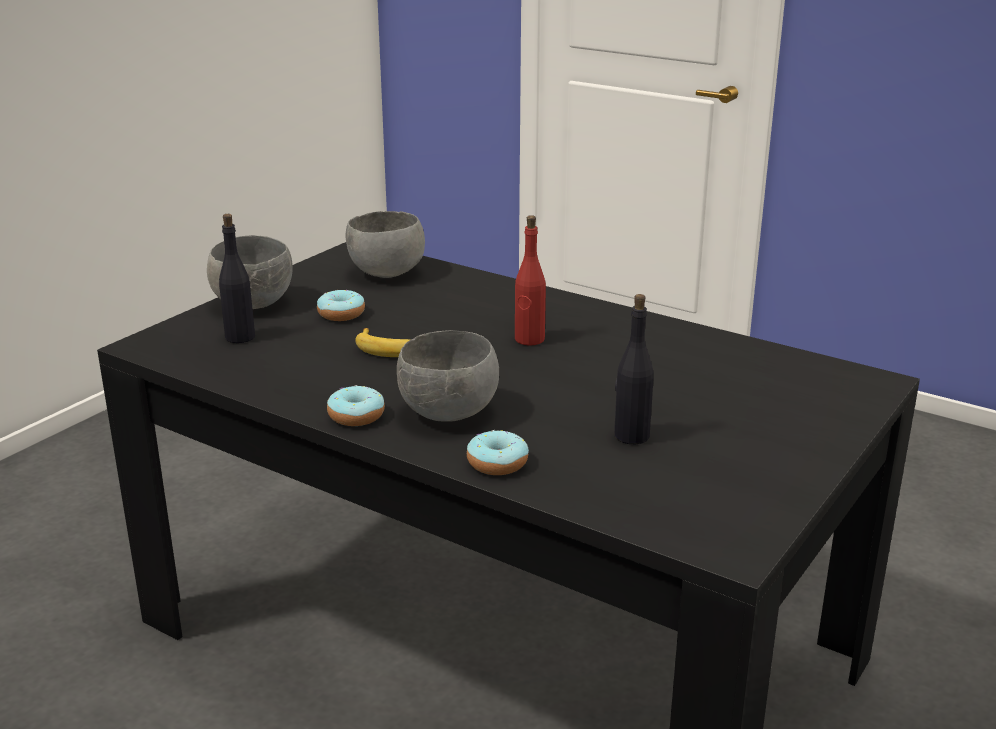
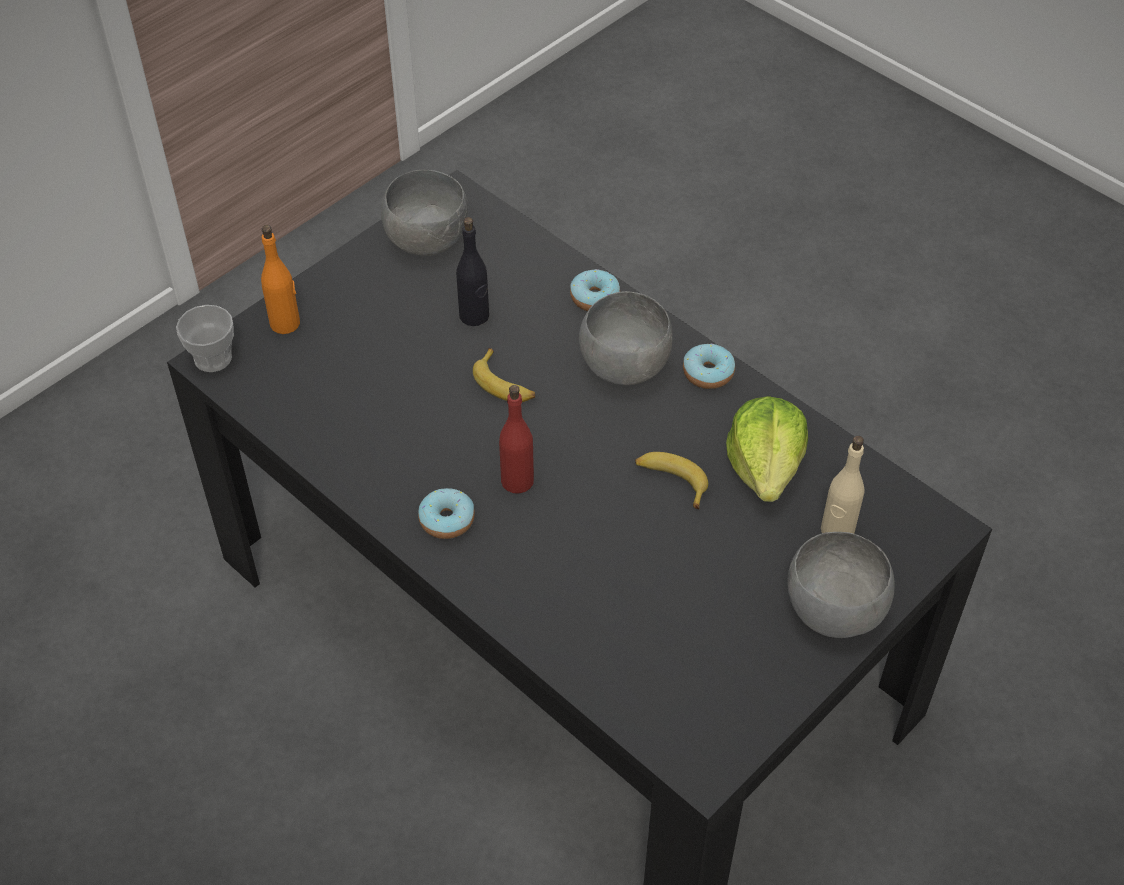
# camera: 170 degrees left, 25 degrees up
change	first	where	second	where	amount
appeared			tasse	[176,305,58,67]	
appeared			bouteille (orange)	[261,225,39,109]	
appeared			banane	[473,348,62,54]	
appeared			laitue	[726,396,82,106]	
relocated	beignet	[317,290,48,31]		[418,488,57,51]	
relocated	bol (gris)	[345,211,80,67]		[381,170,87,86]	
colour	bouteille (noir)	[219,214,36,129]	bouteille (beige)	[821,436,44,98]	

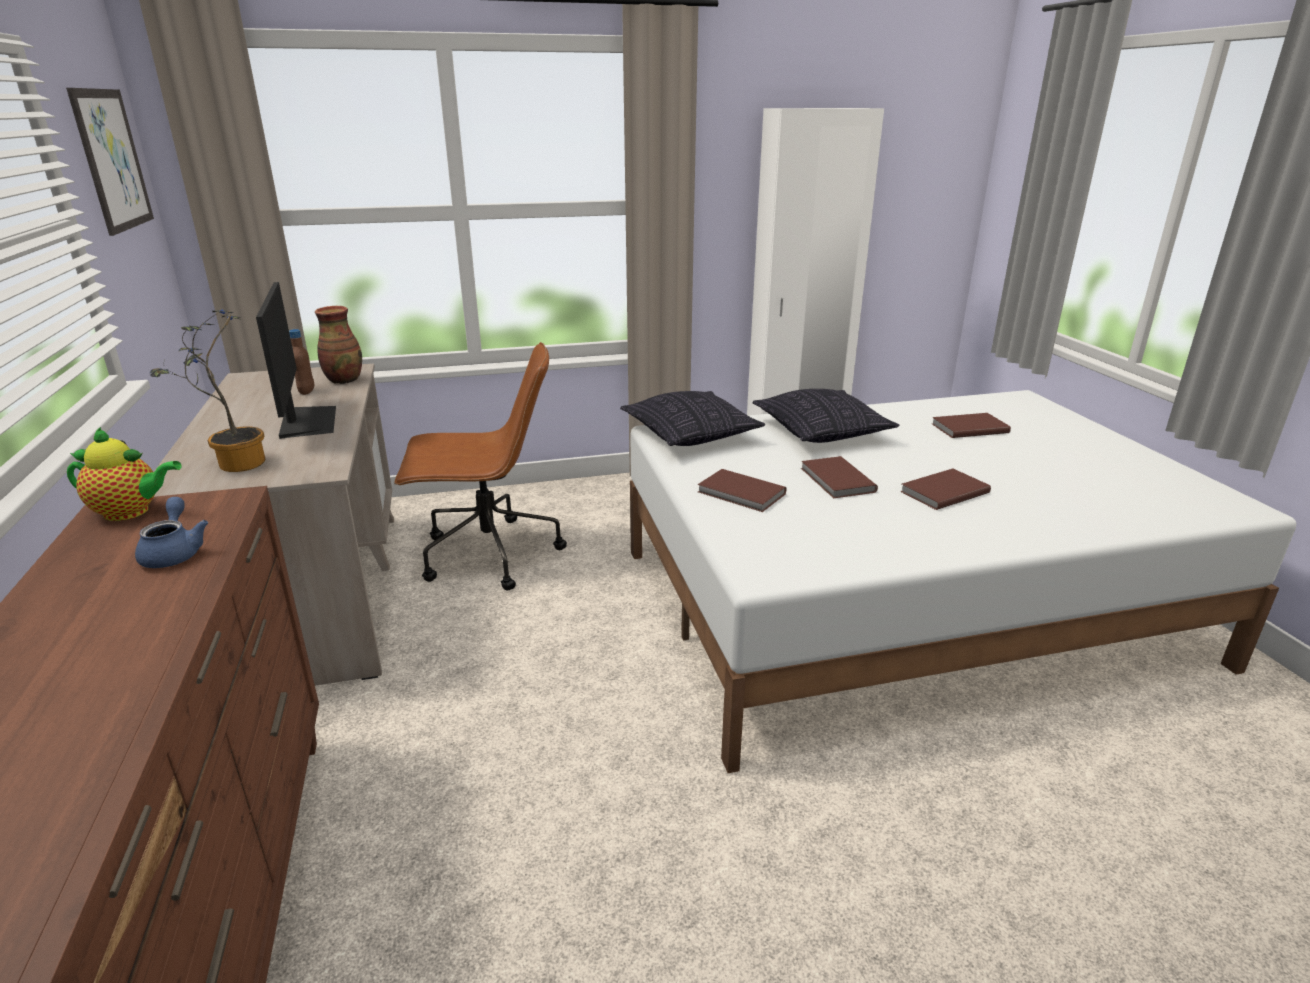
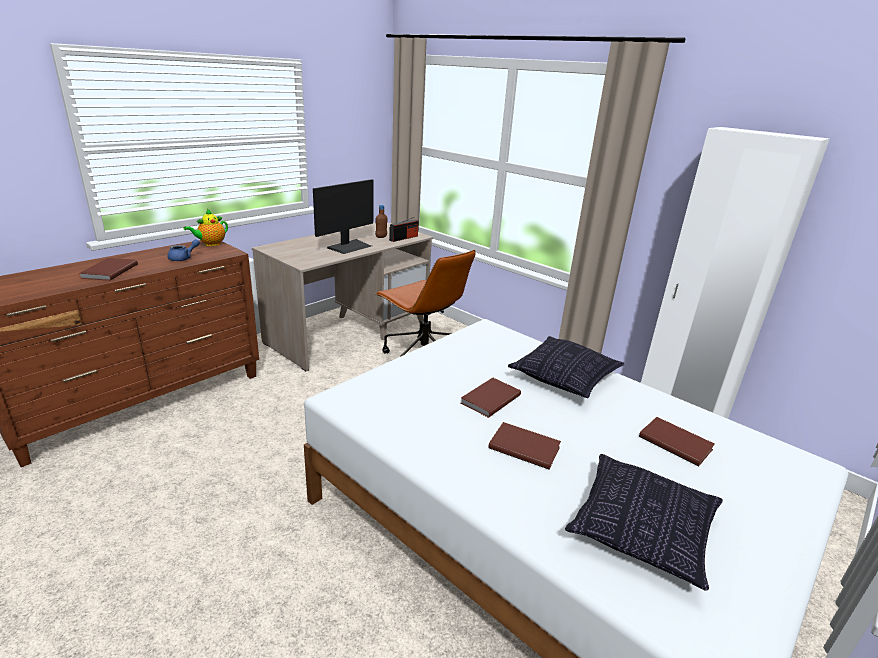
# camera: 55 degrees right, 0 degrees up
change	first	where	second	where	amount
missing	tableau	[66,88,88,148]			
missing	plante en pot	[150,310,115,162]			
relocated	coussin	[620,391,145,55]		[565,454,158,137]	
relocated	livre (marron)	[698,469,88,43]		[79,258,59,23]	
exchanged	vase	[315,306,47,78]	radio	[389,217,30,25]	
spun	théière	[67,427,115,94]		[183,209,45,37]	75 degrees clockwise

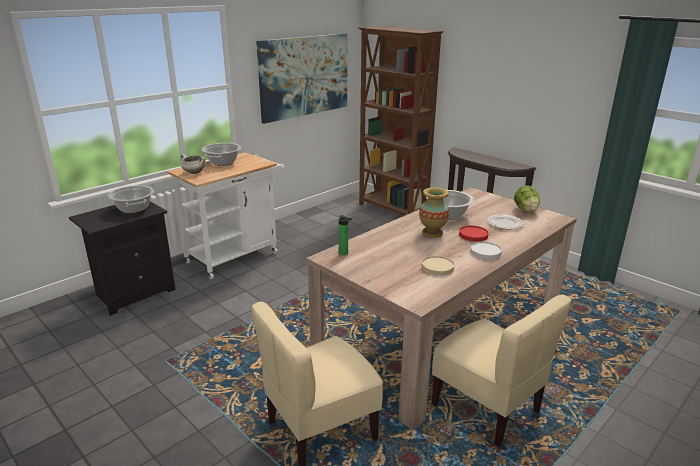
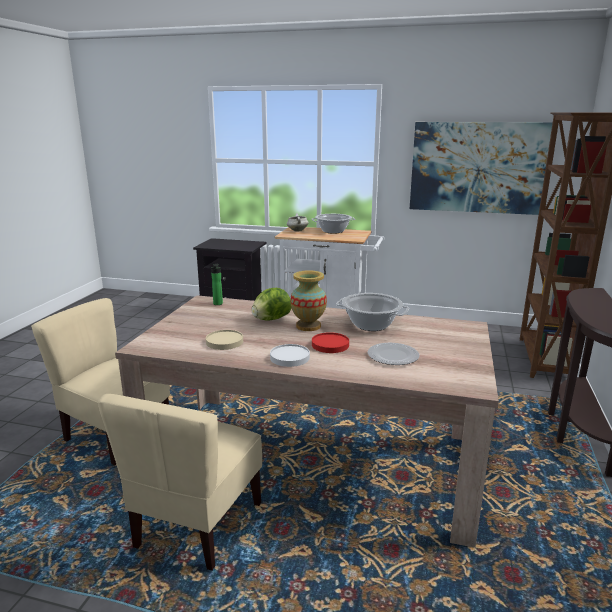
# camera: 60 degrees right, 5 degrees down
change	first	where	second	where	amount
missing	marmite	[108,185,46,28]			
relocated	laitue	[514,185,26,27]		[252,288,39,33]	

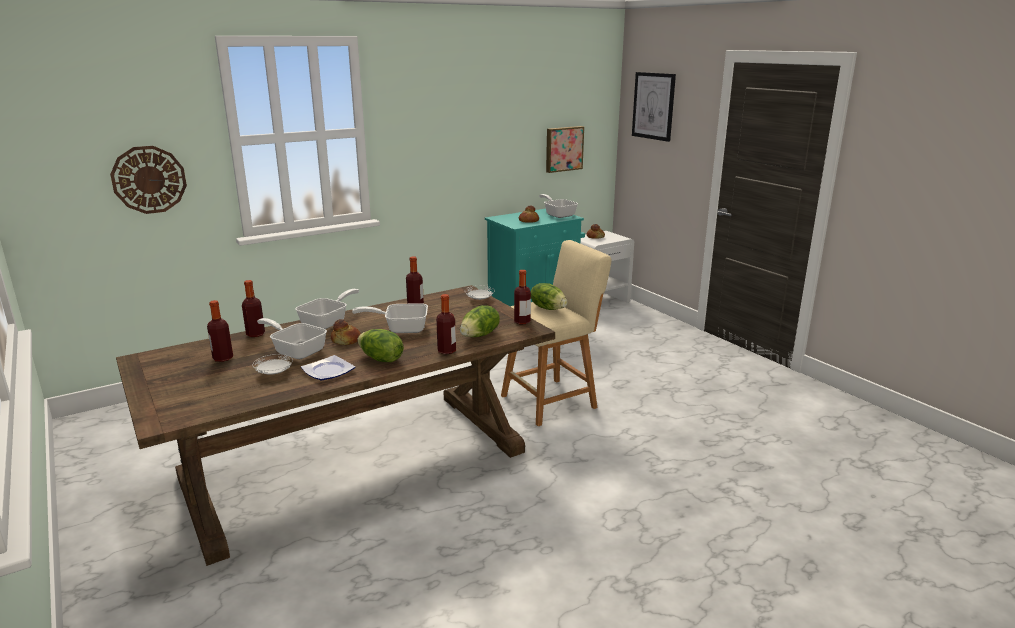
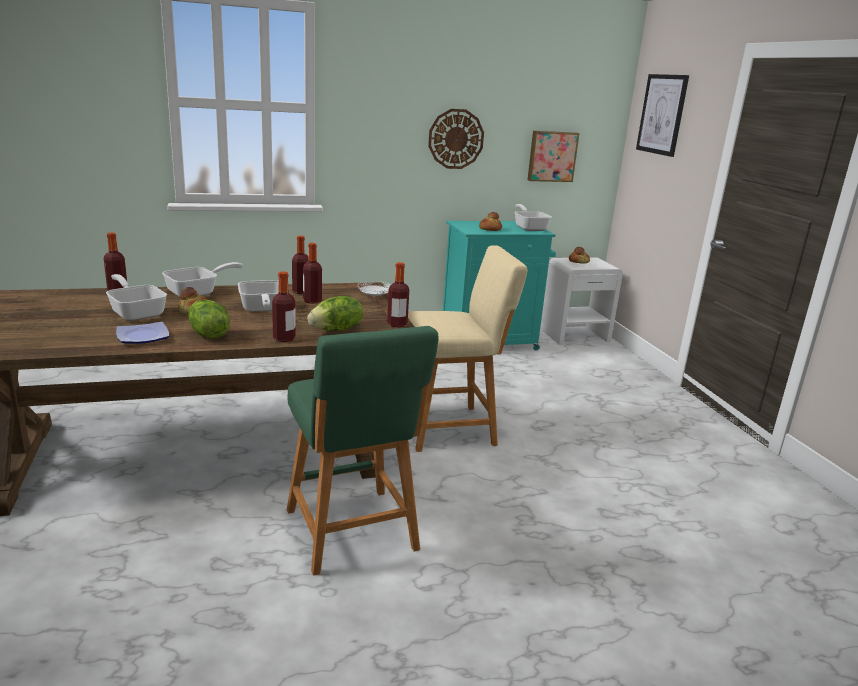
# camera: 15 degrees right, 0 degrees up
change	first	where	second	where	amount
missing	assiette (blanc)	[253,354,40,21]			
missing	laitue	[531,283,36,27]			
appeared			tabouret (vert)	[287,326,152,250]	
relocated	horloge murale	[110,146,77,68]		[428,109,56,60]	
relocated	bouteille	[207,300,26,62]		[303,243,19,61]	
spun	poêle	[352,303,76,30]		[238,280,41,32]	120 degrees counterclockwise

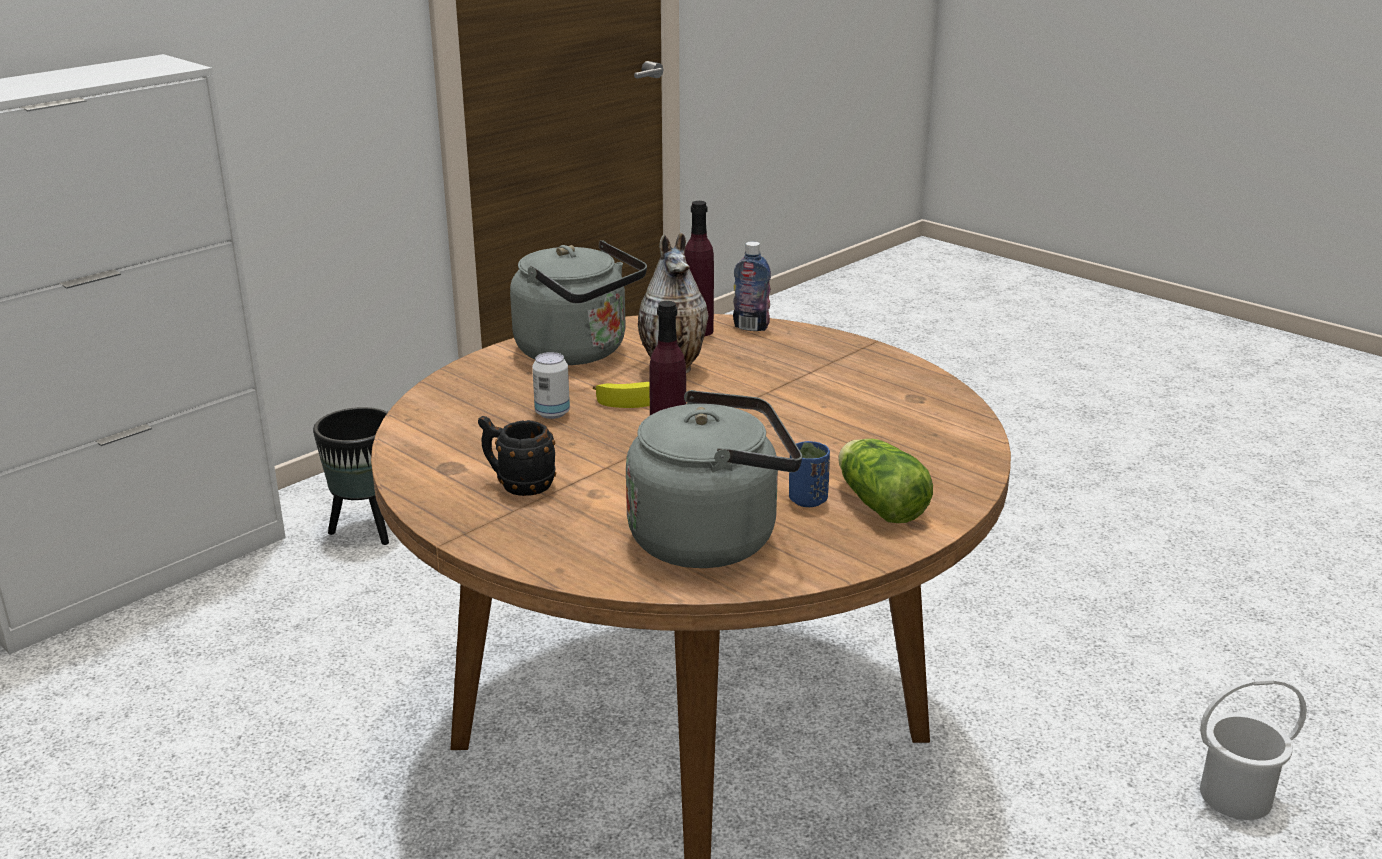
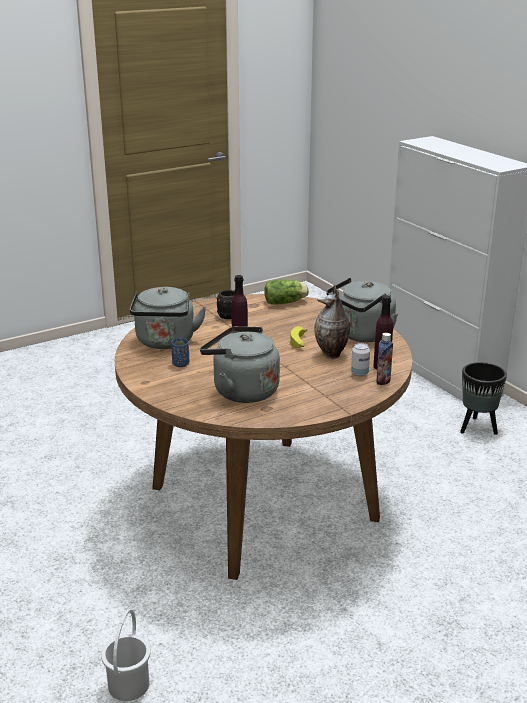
# camera: 105 degrees right, 0 degrees up
change	first	where	second	where	amount
appeared			bouilloire (gris)	[200,326,80,77]	
relocated	boîte métallique	[532,352,38,67]		[351,343,19,33]	
relocated	laitue	[838,439,95,84]		[264,279,45,26]	

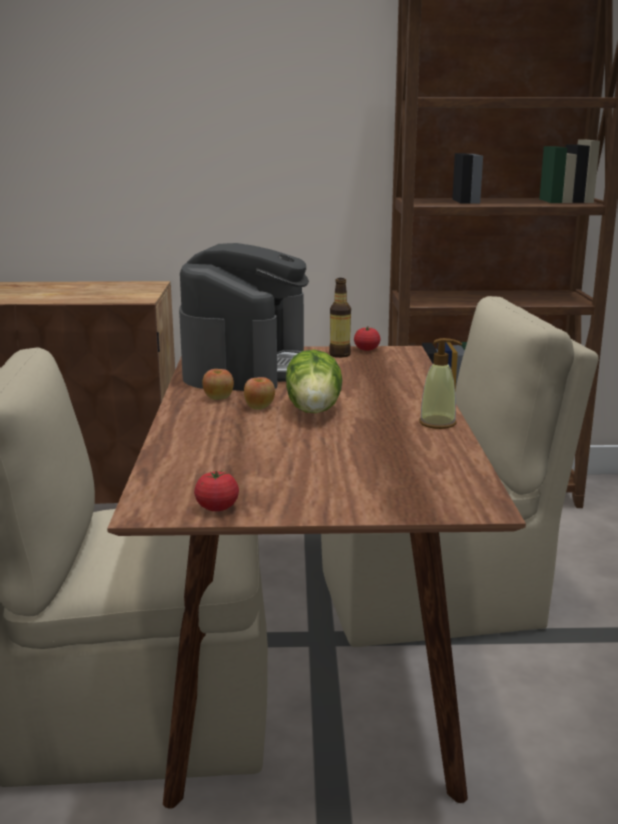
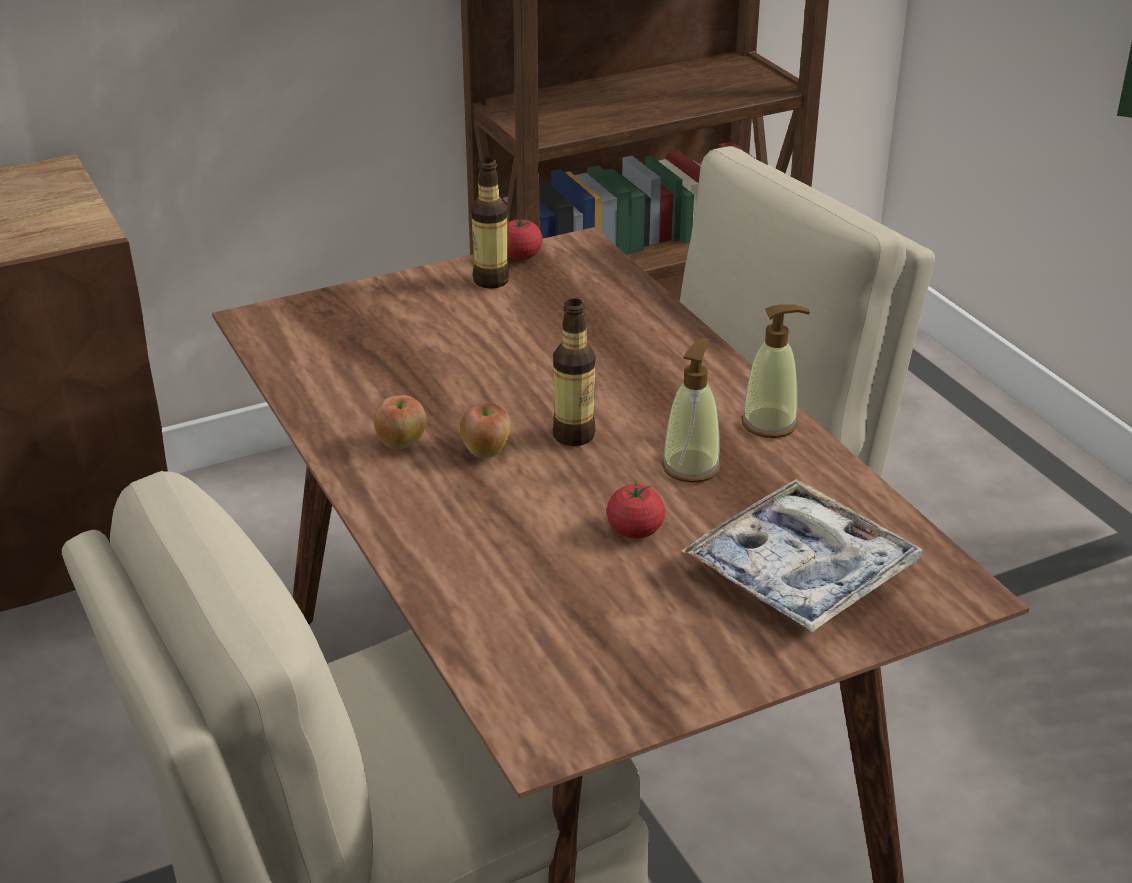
# camera: 25 degrees left, 15 degrees up
change	first	where	second	where	amount
missing	machine à café	[179,243,130,148]			
appeared			distributeur de savon	[662,338,59,145]	
appeared			plateau	[681,479,242,154]	
relocated	tomate	[194,470,45,41]		[607,482,58,57]	
exchanged	laitue	[286,350,56,63]	bouteille	[553,299,43,147]	

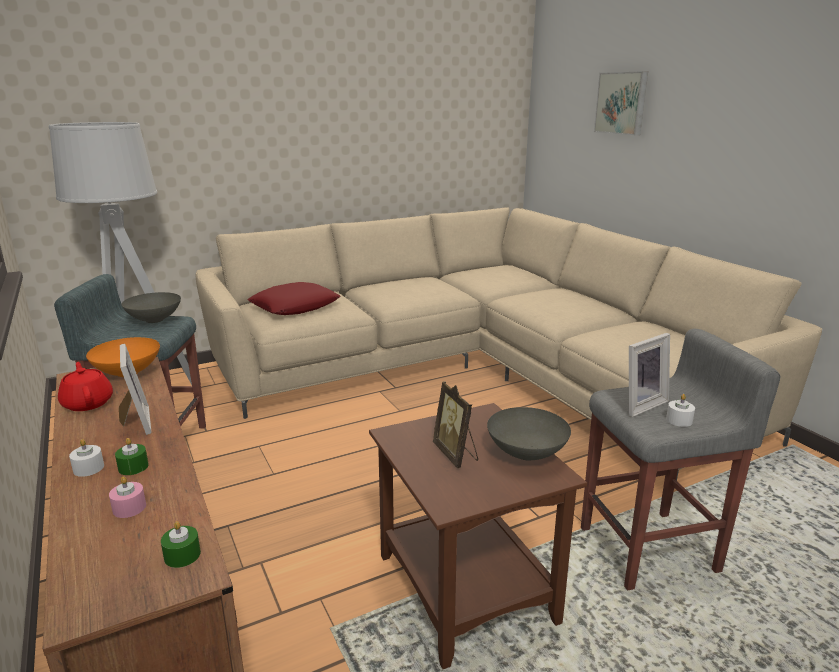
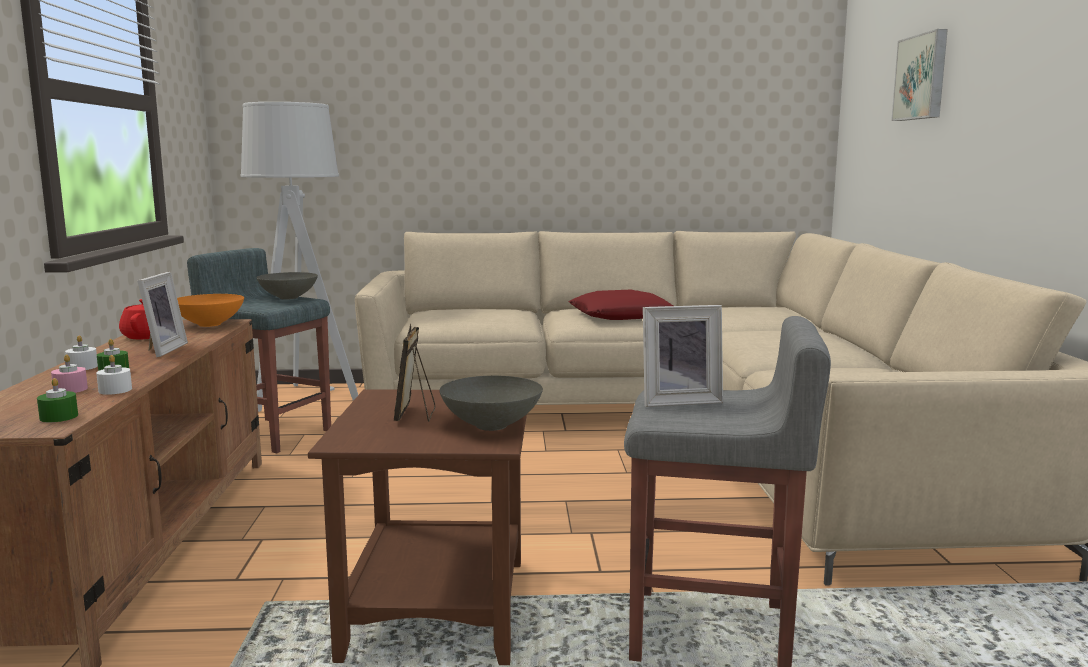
# camera: 25 degrees right, 10 degrees down
change	first	where	second	where	amount
relocated	coussin (rouge)	[248,282,92,33]		[569,290,104,30]	
relocated	bougie (blanc)	[666,394,29,33]		[96,355,36,40]	

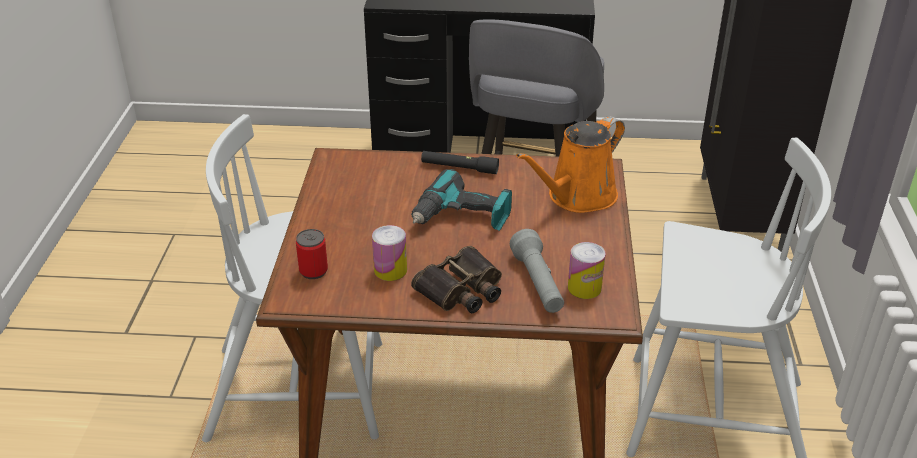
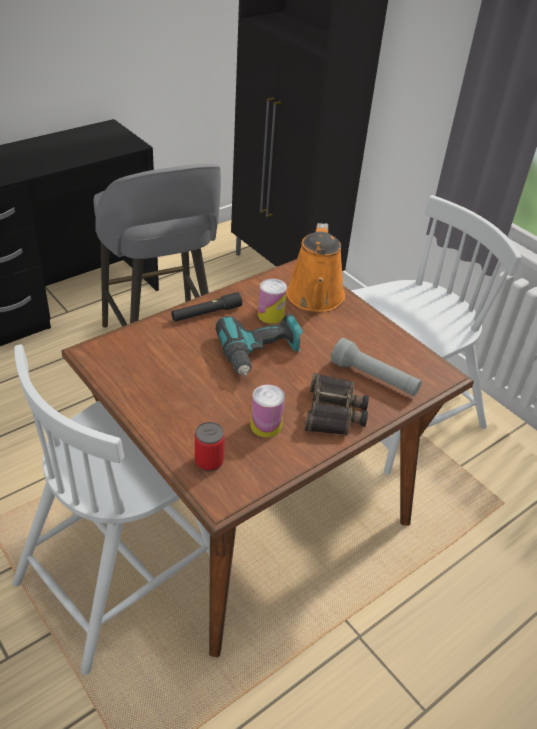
# camera: 45 degrees left, 5 degrees up
change	first	where	second	where	amount
relocated	boîte métallique	[568,242,38,57]		[258,279,29,45]	

